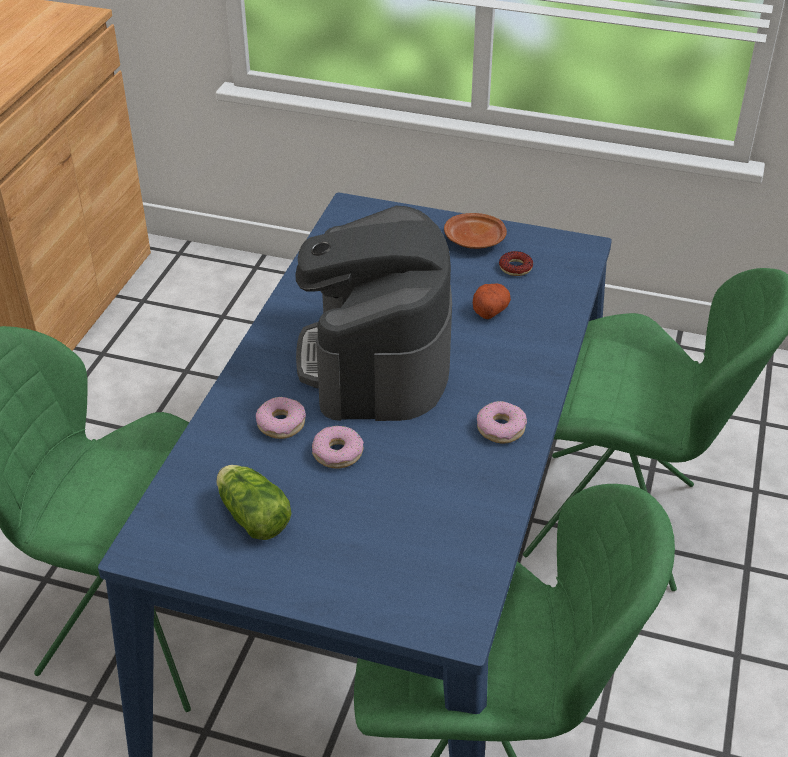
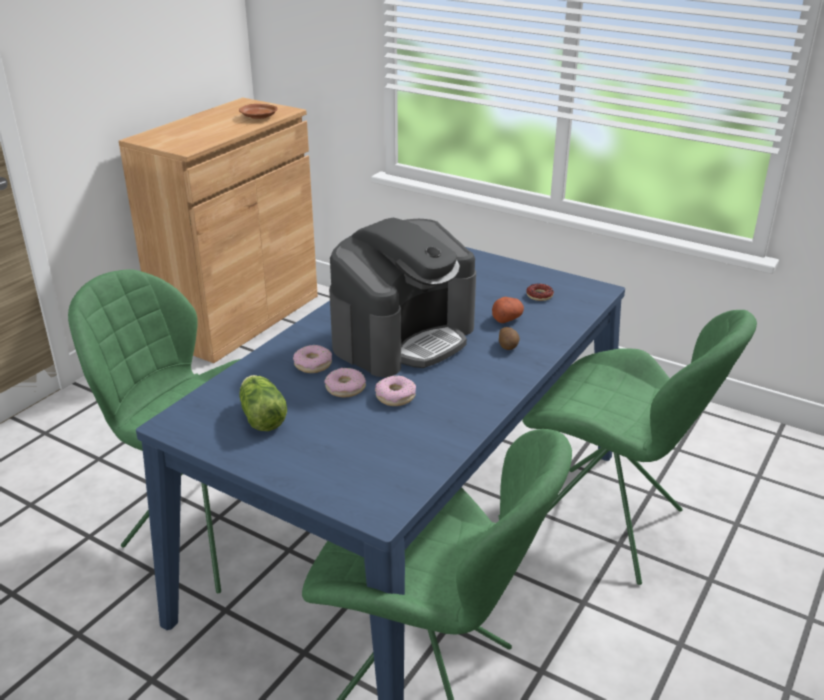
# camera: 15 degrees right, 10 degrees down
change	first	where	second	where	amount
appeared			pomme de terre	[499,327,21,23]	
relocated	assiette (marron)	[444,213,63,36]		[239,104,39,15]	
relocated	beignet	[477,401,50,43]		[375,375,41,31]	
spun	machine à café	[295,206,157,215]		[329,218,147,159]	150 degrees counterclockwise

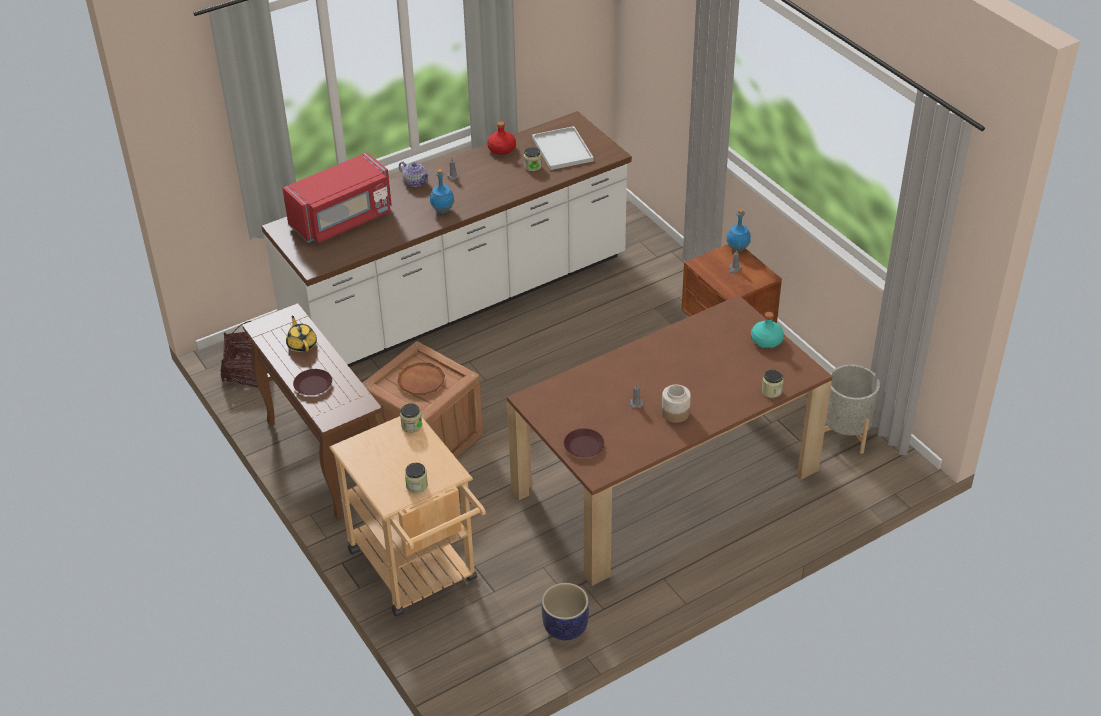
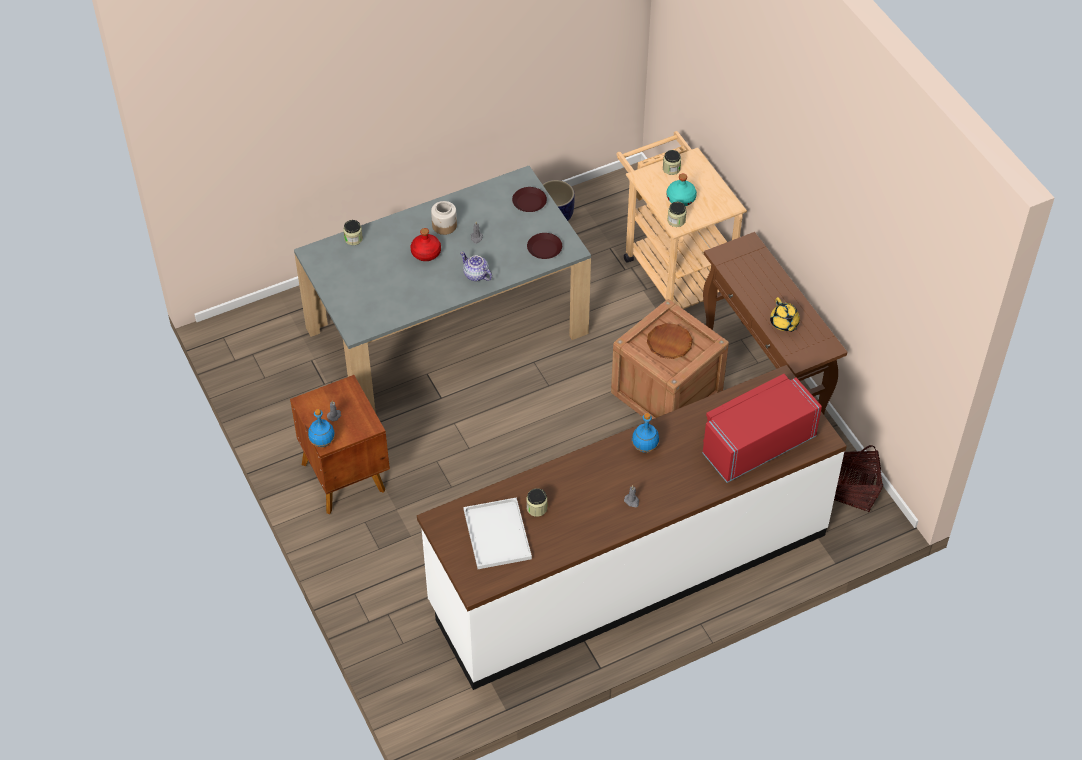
# camera: 175 degrees left, 10 degrees up
change	first	where	second	where	amount
missing	cache-pot (gris)	[824,365,56,89]			
relocated	assiette (marron)	[293,369,39,26]		[527,233,35,26]	
relocated	théière	[399,161,31,26]		[460,252,32,29]	
relocated	bouteille (rouge)	[487,121,29,34]		[410,228,31,33]	
relocated	bouteille (turquoise)	[751,312,33,36]		[667,174,30,32]	
colour	table à manger (marron)	[507,295,326,291]	table à manger (gris)	[294,166,297,247]	

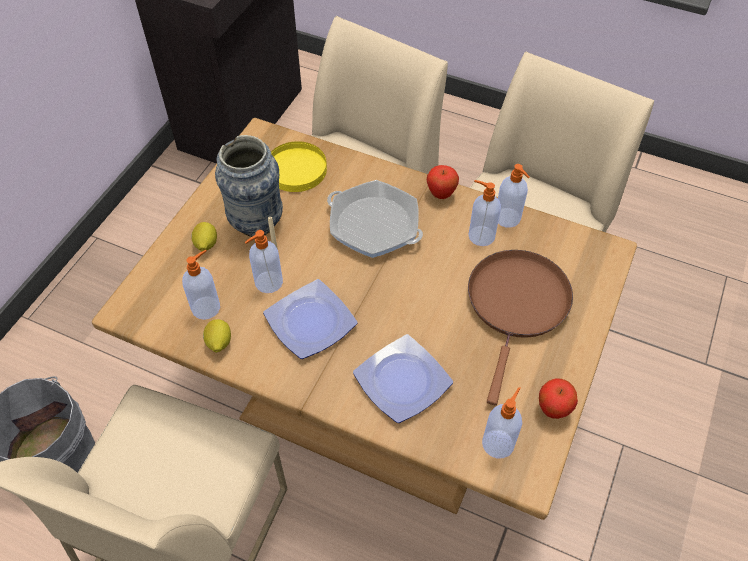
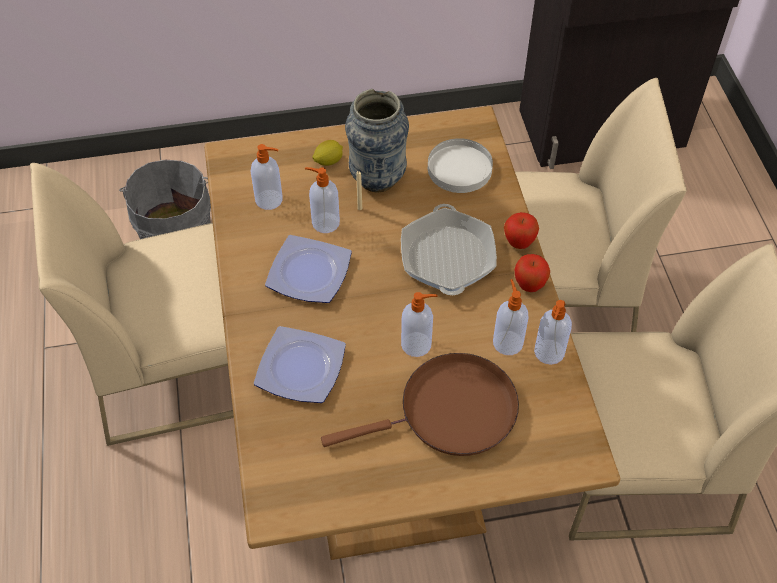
# camera: 55 degrees right, 0 degrees up
change	first	where	second	where	amount
missing	citron	[203,319,28,34]			
relocated	distributeur de savon	[482,387,40,72]		[401,292,37,65]	
relocated	pomme	[539,378,39,41]		[504,212,35,37]	
colour	assiette (jaune)	[271,141,56,51]	assiette (blanc)	[428,138,65,55]	

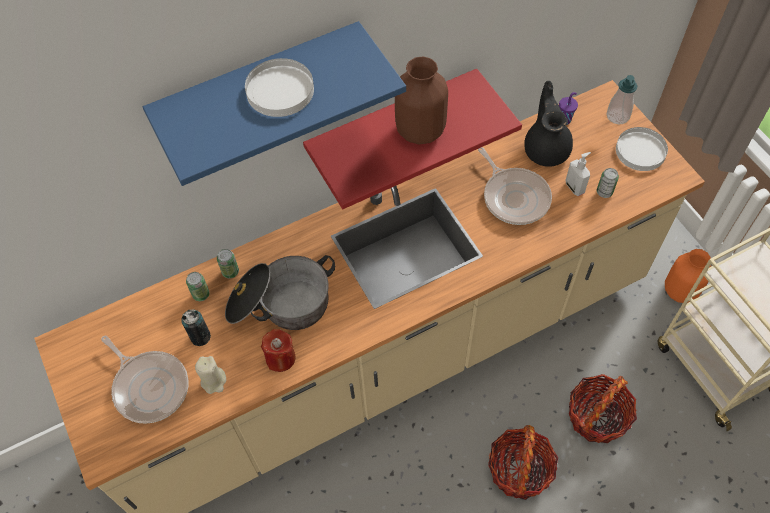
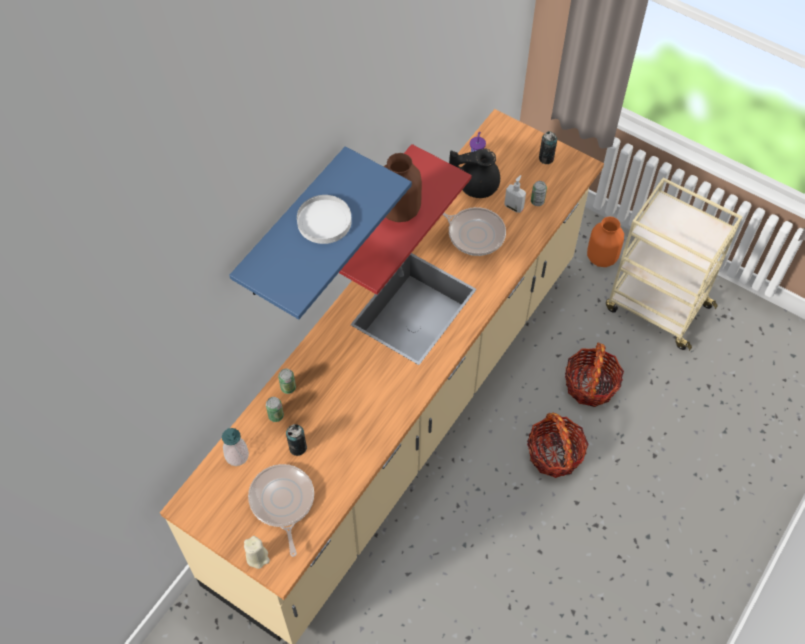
# camera: 30 degrees left, 0 degrees up
change	first	where	second	where	amount
missing	marmite	[225,255,110,75]			
missing	bougie (rouge)	[261,329,35,43]			
relocated	bougie (beige)	[195,356,31,38]		[244,536,26,33]	
relocated	distributeur de savon	[606,75,31,49]		[222,428,27,38]	
exchanged	assiette (blanc)	[616,127,52,44]	boîte métallique	[539,131,18,33]	
spun	poêle	[101,336,87,88]		[248,464,66,93]	120 degrees counterclockwise
spun	théière (noir)	[524,81,49,86]		[449,148,51,50]	60 degrees counterclockwise

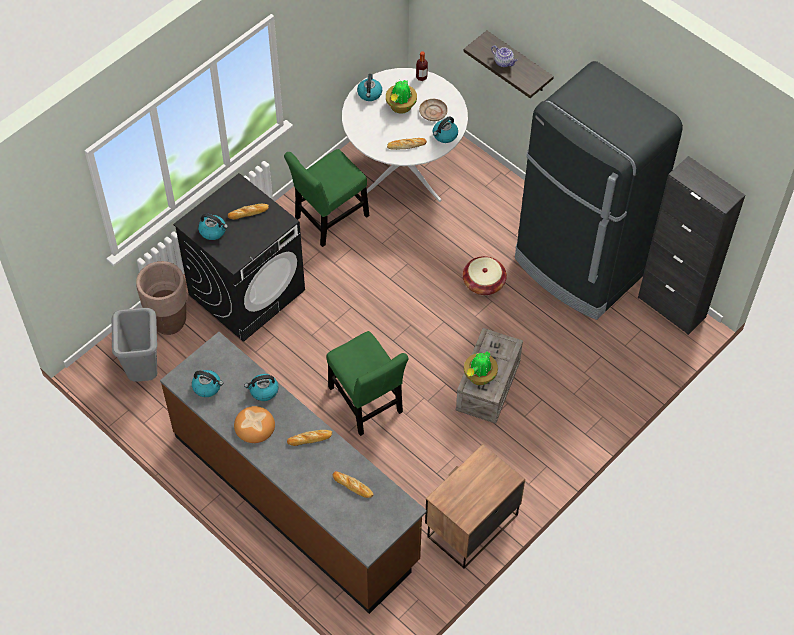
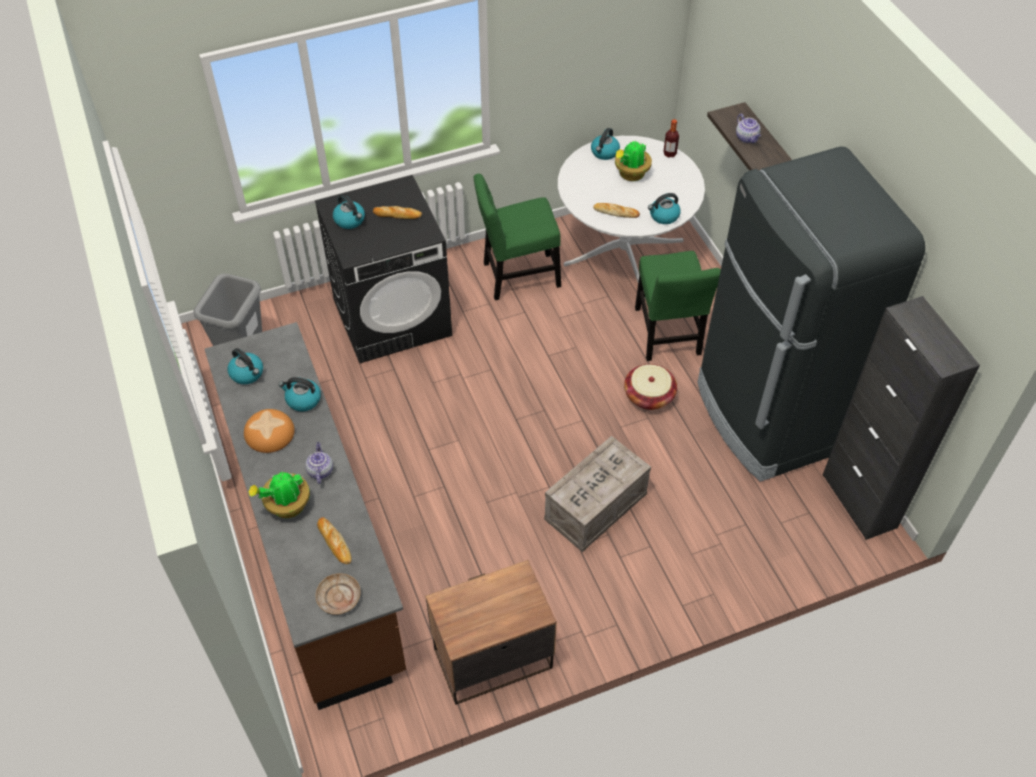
# camera: 25 degrees right, 5 degrees down
change	first	where	second	where	amount
missing	cache-pot (marron)	[136,261,51,74]			
relocated	chaise (vert)	[327,331,81,105]		[635,251,86,110]	
relocated	assiette (beige)	[419,99,29,22]		[316,573,45,42]	
relocated	plante en pot	[464,351,34,34]		[248,471,62,47]	
exchanged	pain	[287,430,45,16]	théière	[305,442,28,42]	

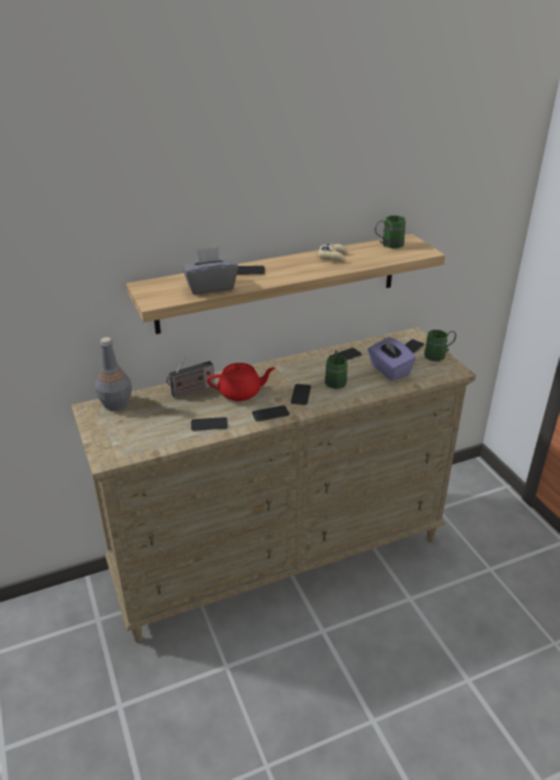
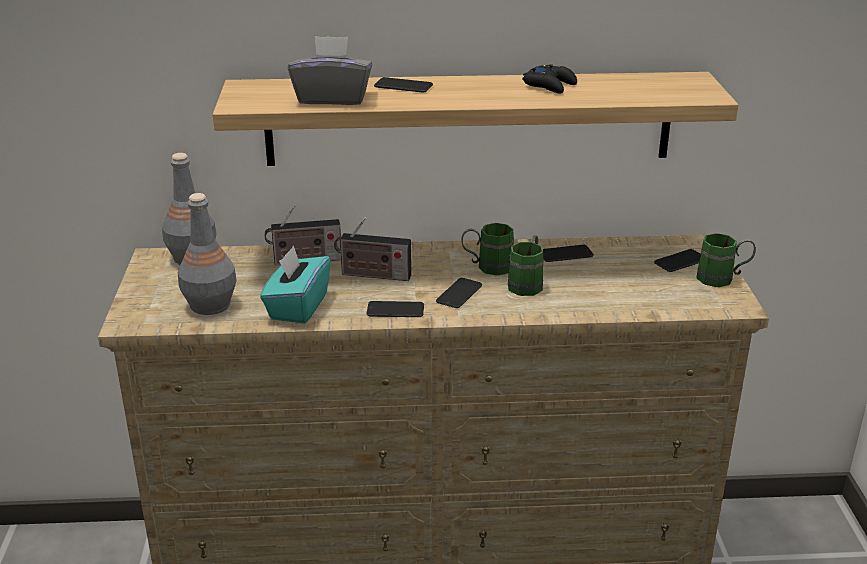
# camera: 20 degrees right, 5 degrees down
change	first	where	second	where	amount
missing	boîte à mouchoirs (violet)	[368,337,48,43]			
appeared			bouteille (gris)	[178,193,59,122]	
relocated	mug (vert)	[375,215,31,33]		[461,223,53,52]	
exchanged	téléphone	[191,417,37,14]	boîte à mouchoirs (turquoise)	[260,246,71,78]	
exchanged	théière (rouge)	[207,363,68,38]	radio	[334,217,77,64]	
colour	manette (beige)	[317,244,31,19]	manette (noir)	[523,64,54,30]	

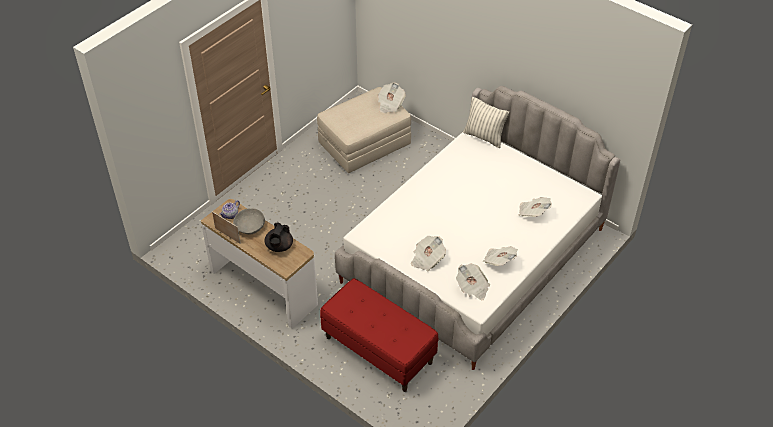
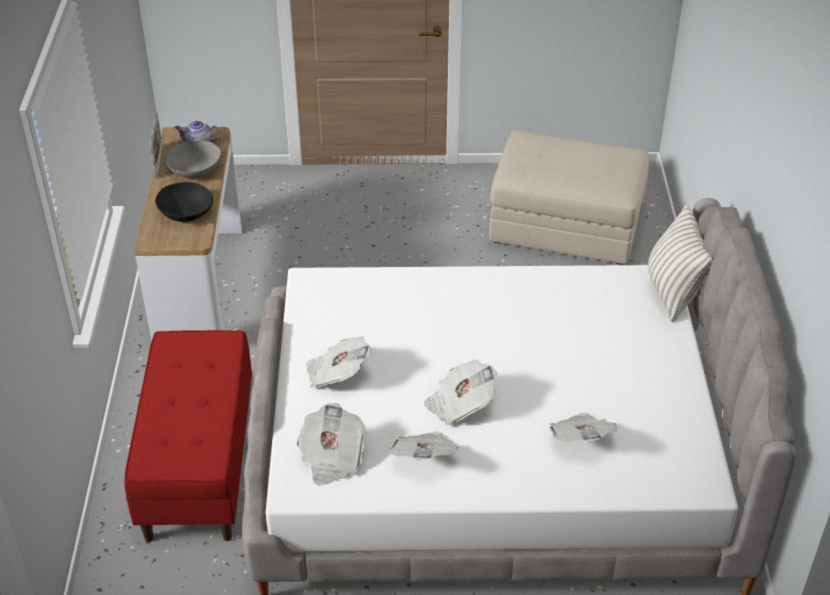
# camera: 50 degrees right, 5 degrees down
change	first	where	second	where	amount
relocated	journal	[378,83,28,30]		[424,359,73,66]	
exchanged	théière (noir)	[265,223,28,29]	bol (noir)	[155,182,58,40]	

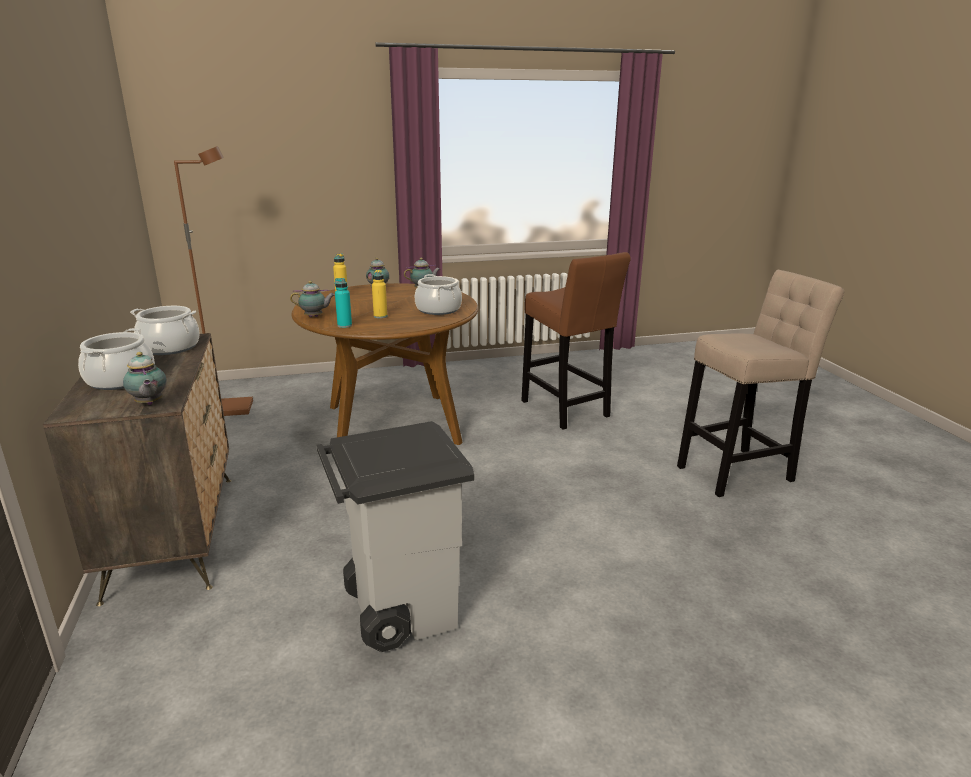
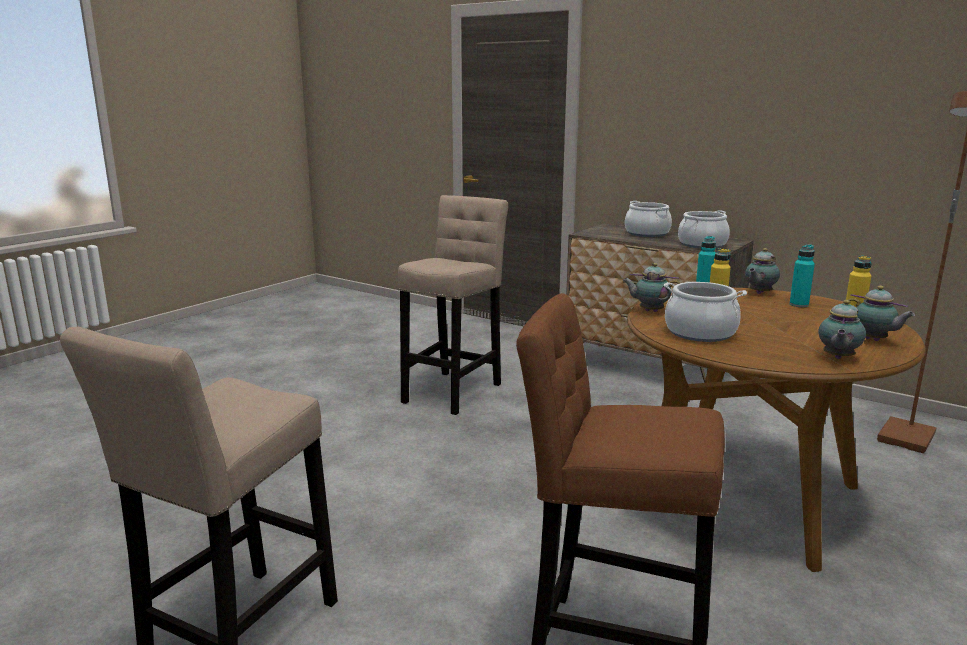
# camera: 140 degrees right, 5 degrees down
change	first	where	second	where	amount
appeared			bouteille (turquoise)	[789,245,26,62]	
relocated	théière	[123,352,44,53]		[622,263,58,49]	
exchanged	poubelle (gris)	[316,421,158,231]	tabouret (beige)	[398,195,110,220]	

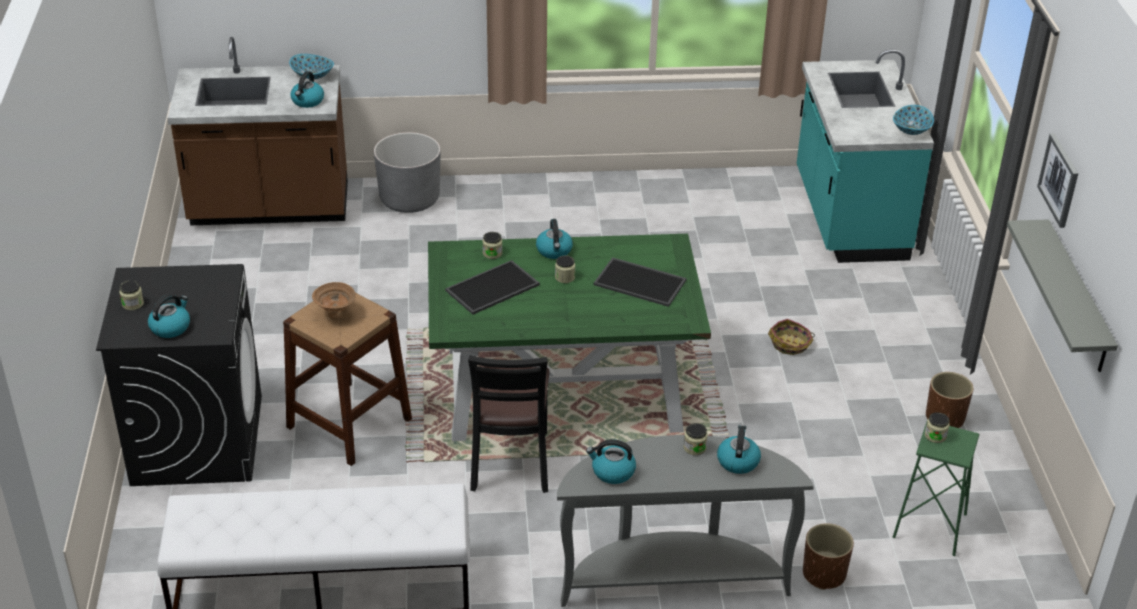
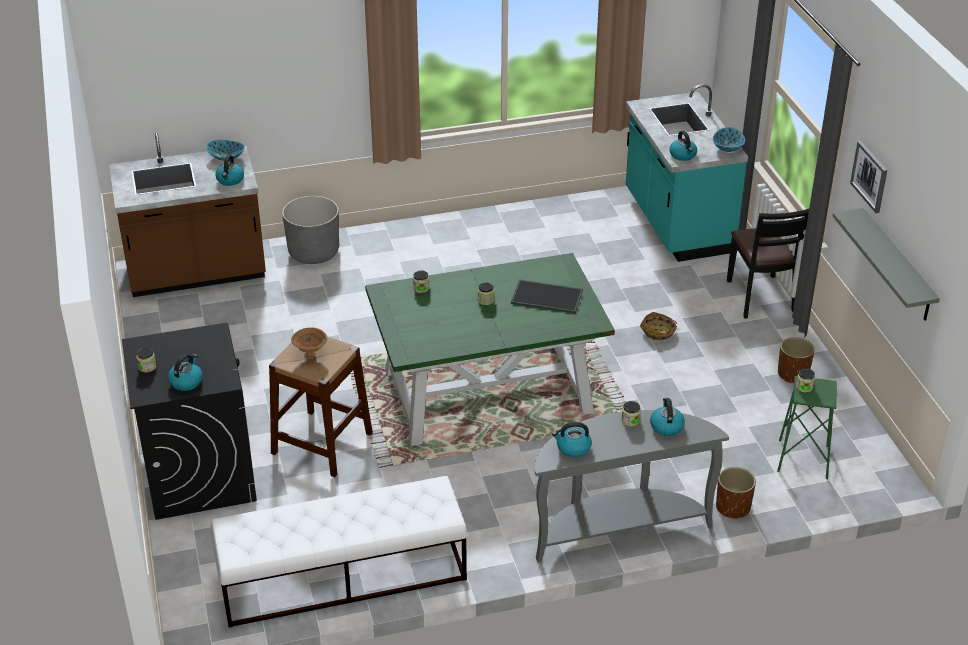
# camera: 10 degrees left, 0 degrees up
change	first	where	second	where	amount
missing	plateau	[445,260,95,55]			
relocated	chaise (noir)	[468,356,81,137]		[727,209,82,109]	
relocated	bouilloire	[536,219,37,40]		[670,131,27,30]	

